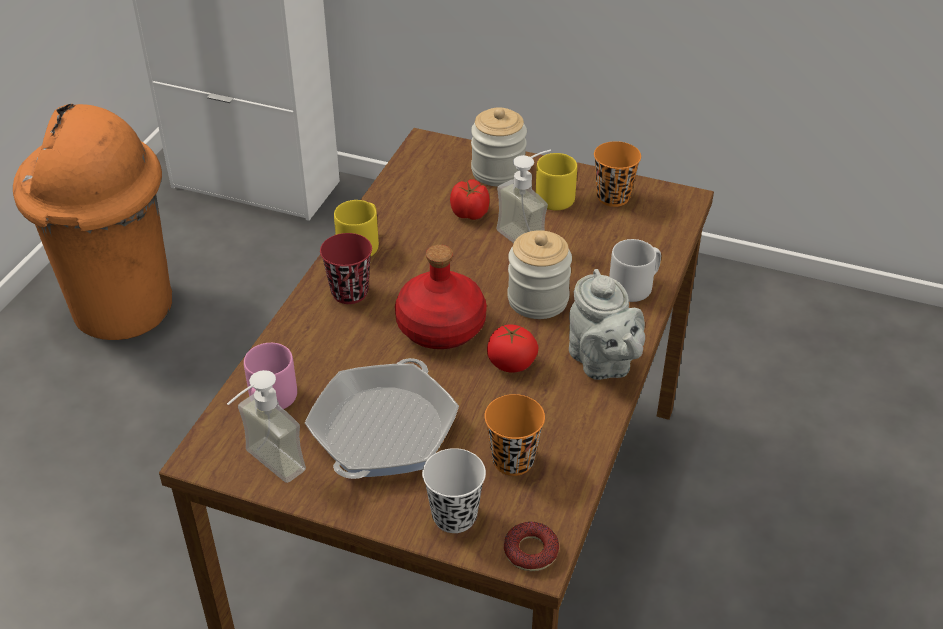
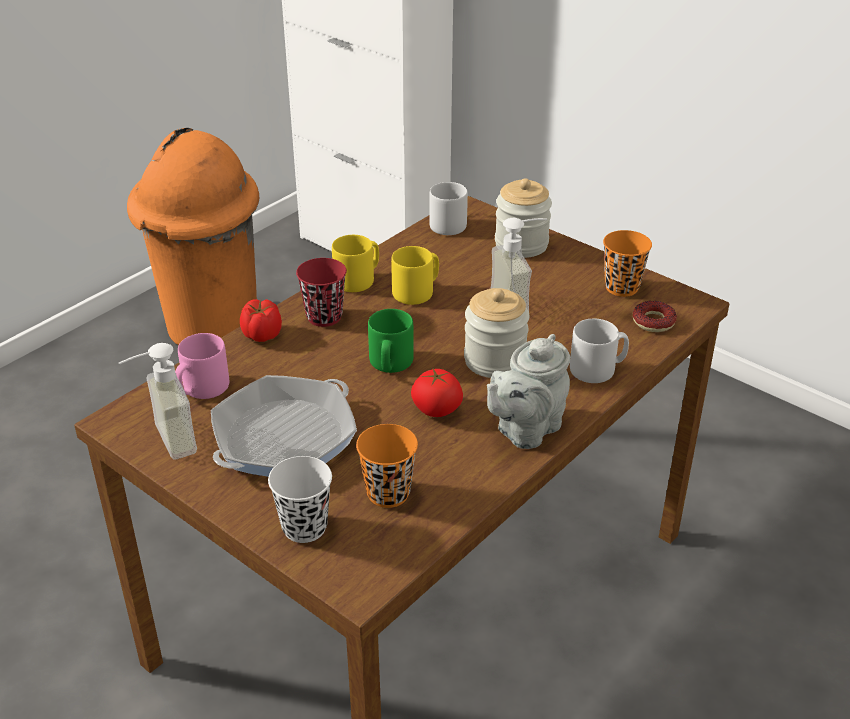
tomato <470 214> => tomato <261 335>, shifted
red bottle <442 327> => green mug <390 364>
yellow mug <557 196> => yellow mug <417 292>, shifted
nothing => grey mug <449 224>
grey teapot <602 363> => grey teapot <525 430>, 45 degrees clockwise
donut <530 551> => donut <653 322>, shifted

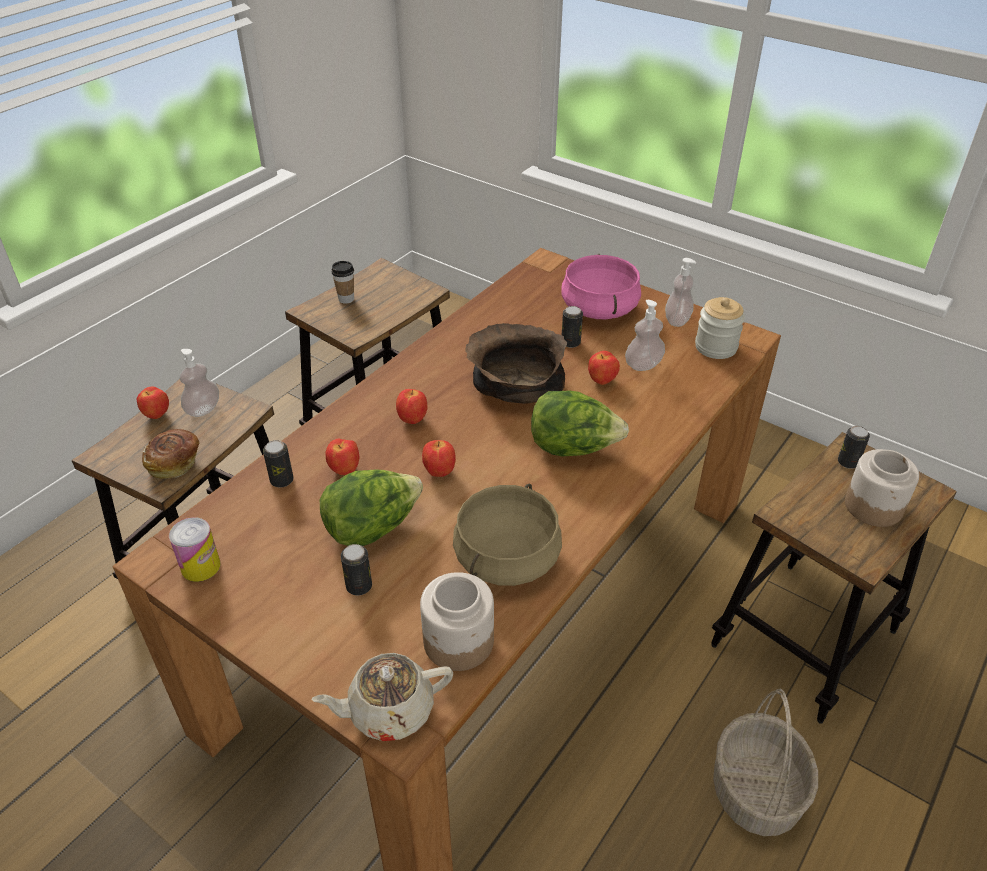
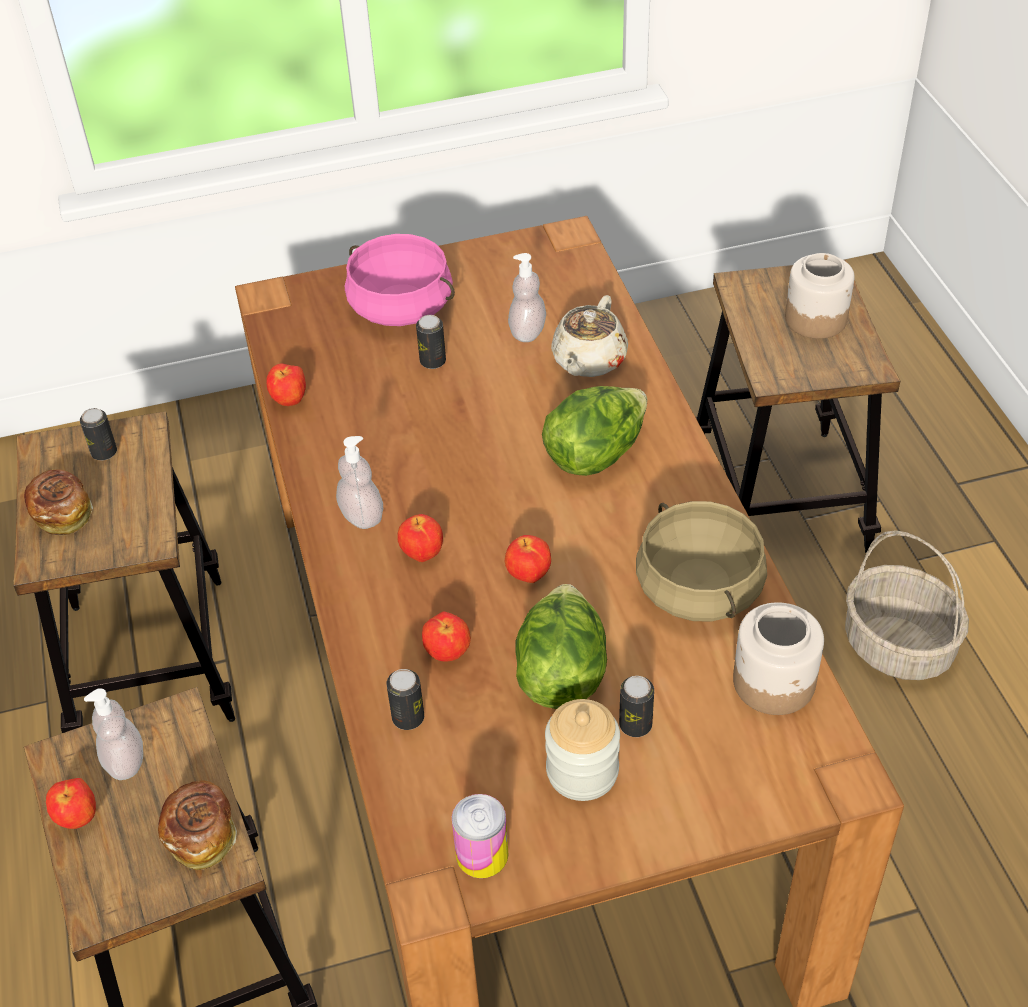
cup <346 299> => bread <62 513>
can <848 462> => can <104 452>, shifted
apple <602 381> => apple <290 401>, shifted
soap dispenser <677 320> => soap dispenser <362 516>, shifted
jar <715 347> => jar <582 771>, shifted
beige teapot <389 710> => beige teapot <588 361>, shifted
brown bowl <514 383> => nothing

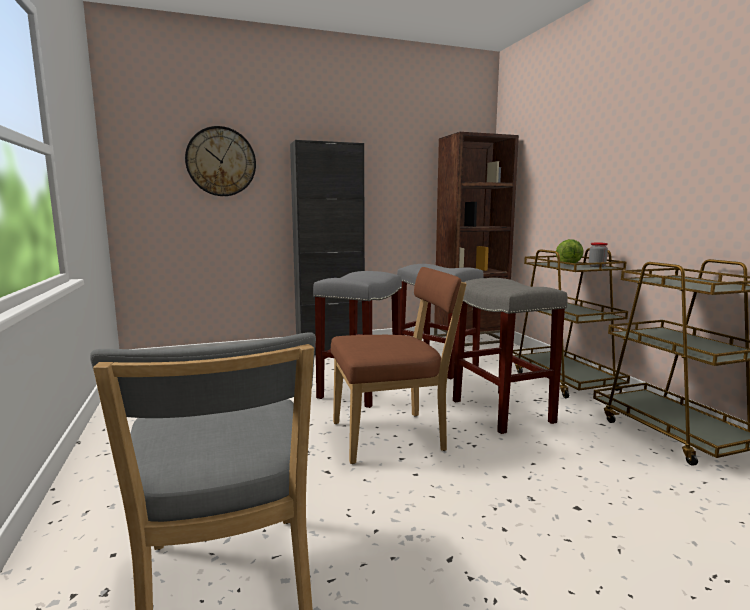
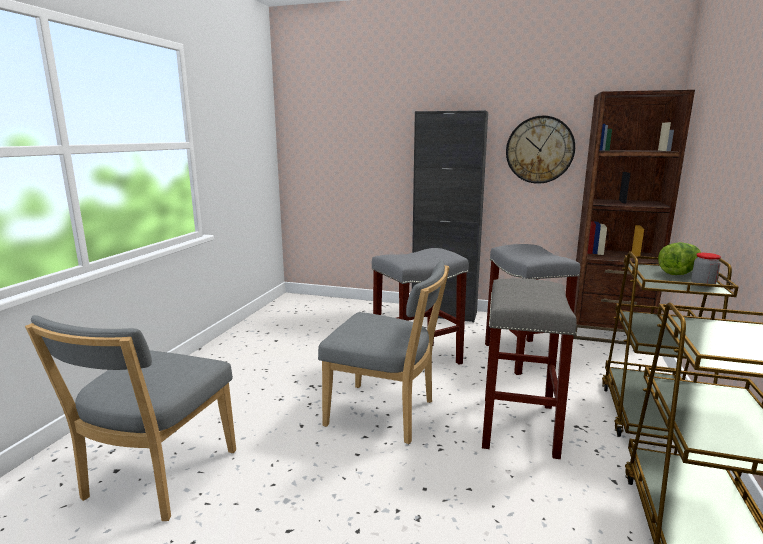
brown chair <393 436> => grey chair <385 414>
wall clock <221 161> => wall clock <539 150>, shifted

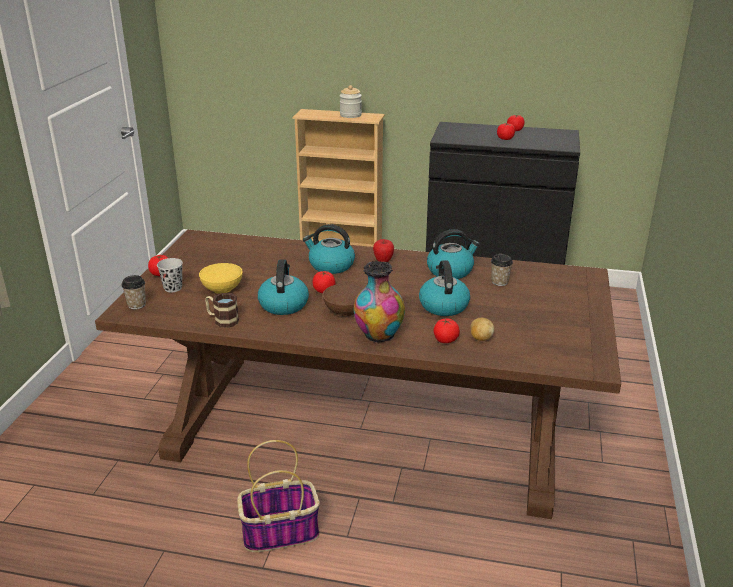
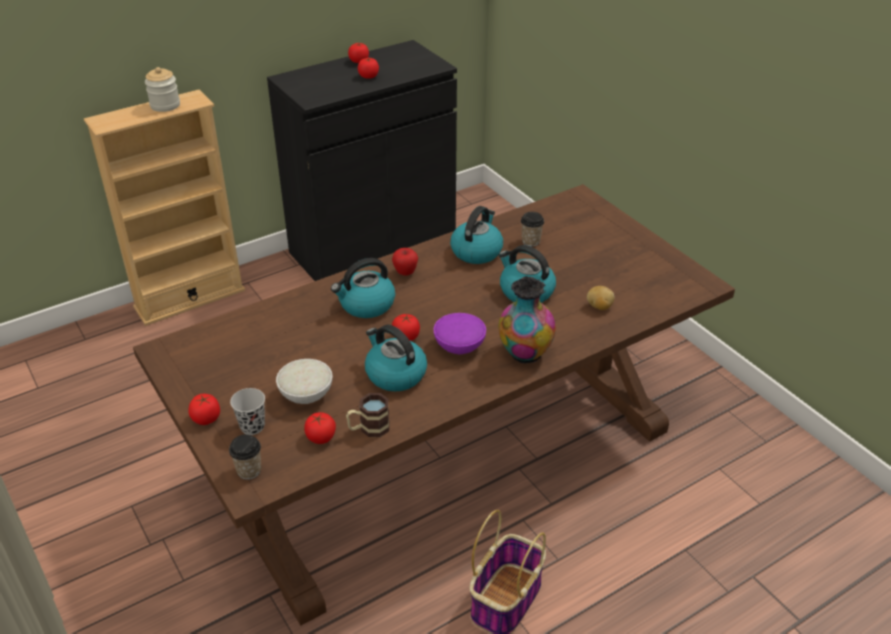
yellow bowl <223 289> => white bowl <307 394>
tomato <445 340> => tomato <321 437>, shifted
brown bowl <346 311> => purple bowl <460 346>

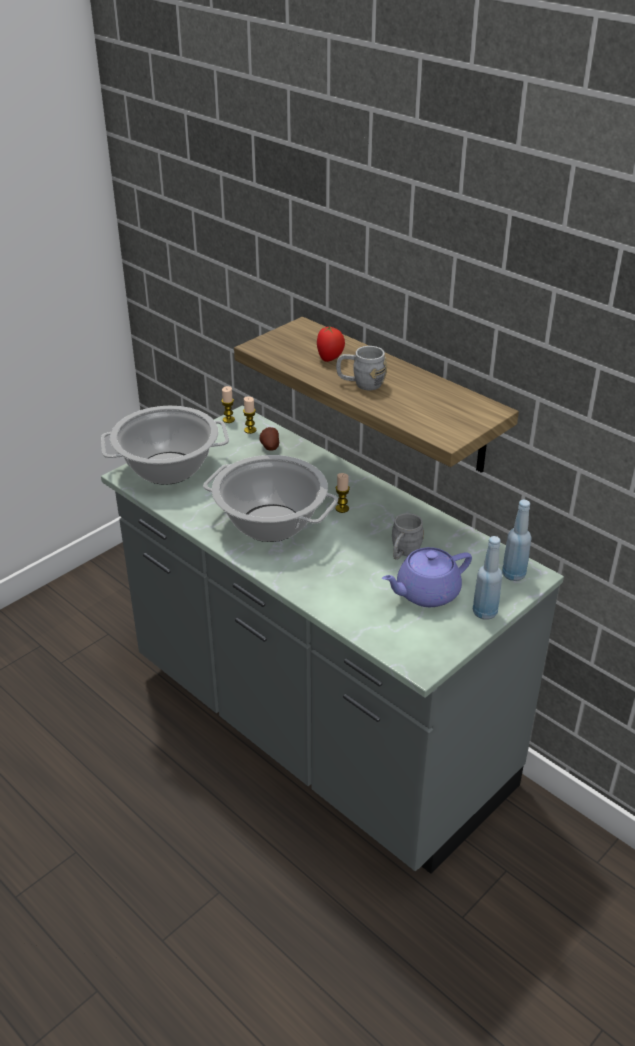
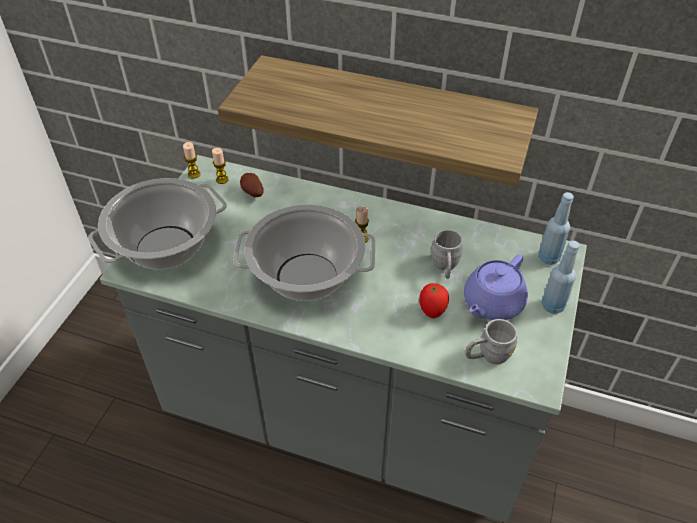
tomato <330 359> => tomato <432 311>, shifted
grey mug <361 384> => grey mug <487 356>, shifted

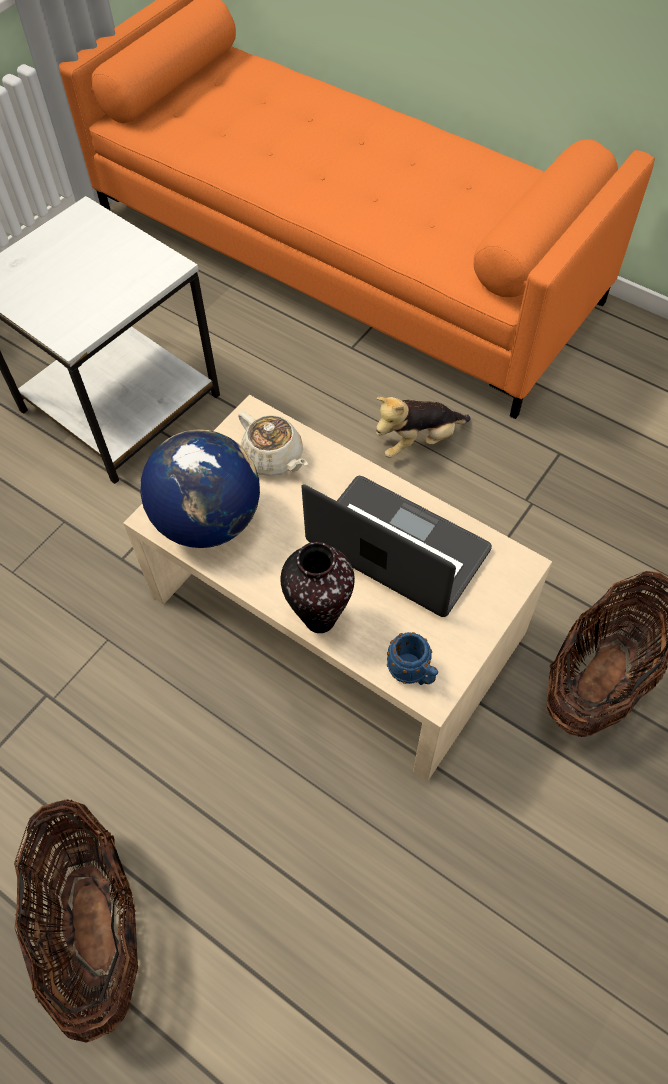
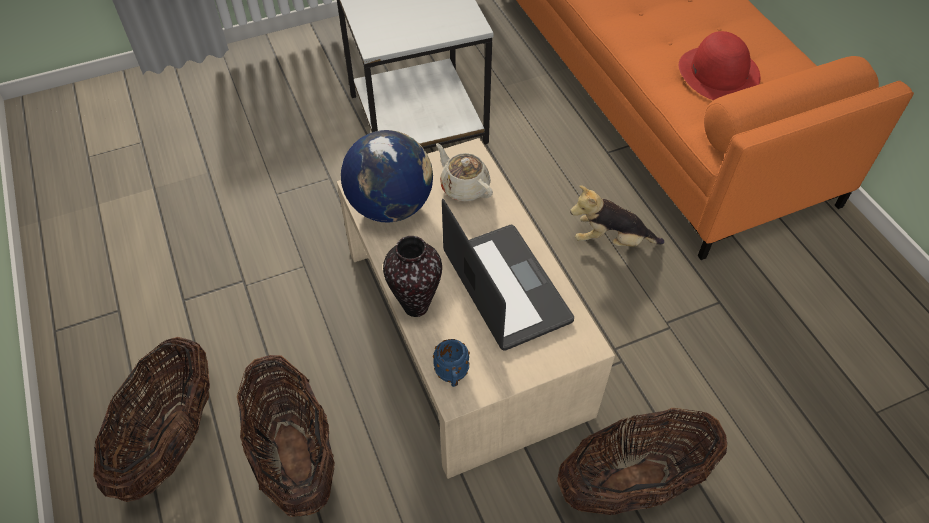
nothing => basket <295 456>
beige teapot <273 458> => beige teapot <464 187>, 150 degrees clockwise
nothing => red hat <718 74>

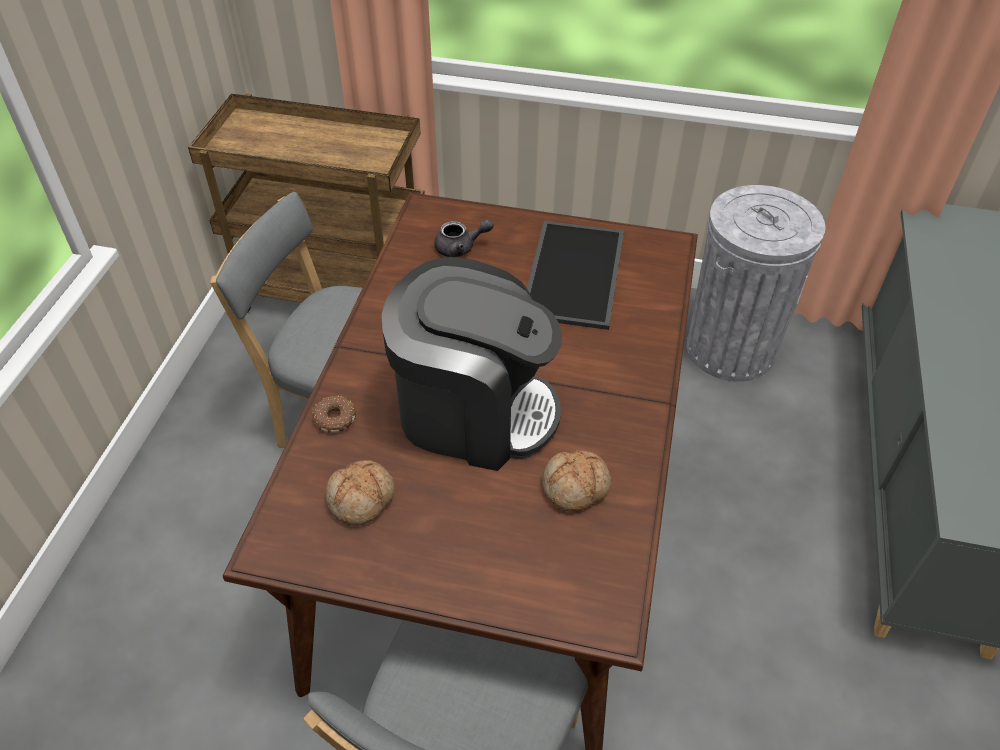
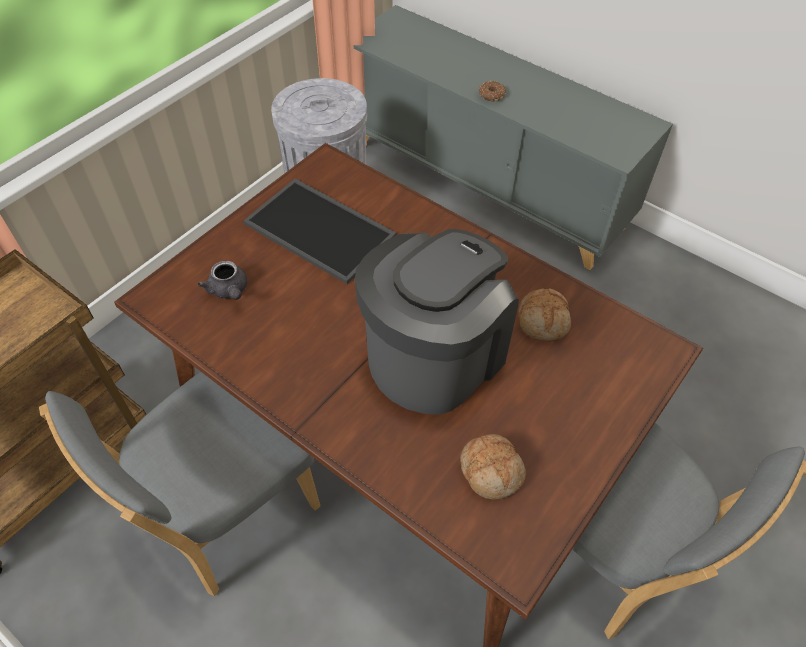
grey teapot <461 247> => grey teapot <229 291>, 135 degrees clockwise
donut <334 418> => donut <491 95>, shifted

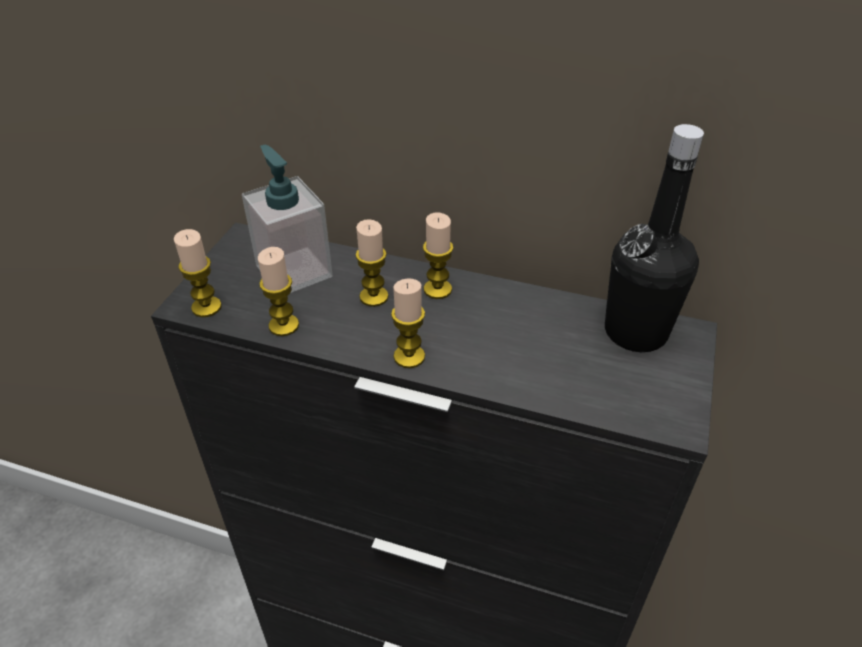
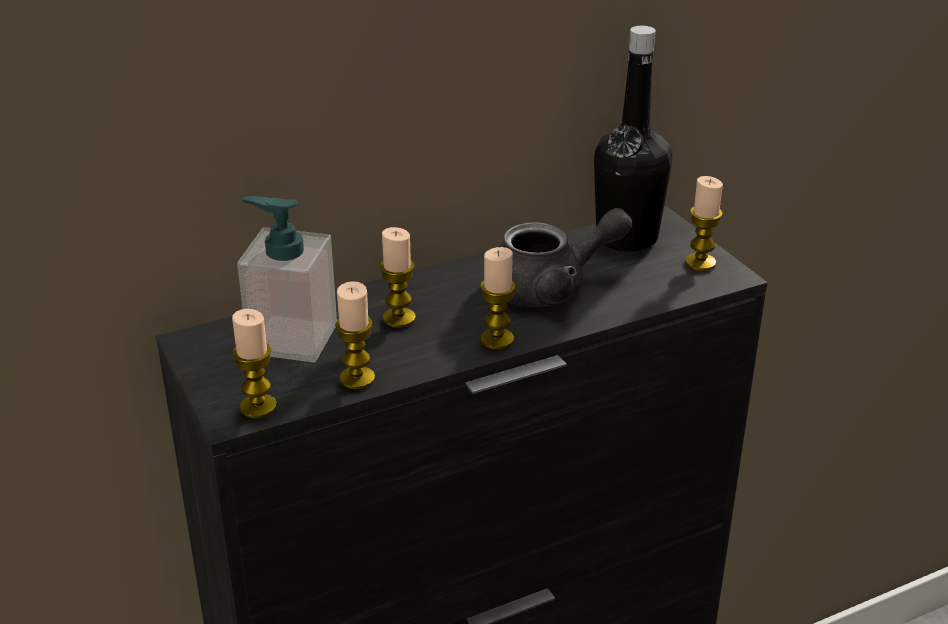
nothing => grey teapot <551 287>
candle <437 289> => candle <700 263>, shifted

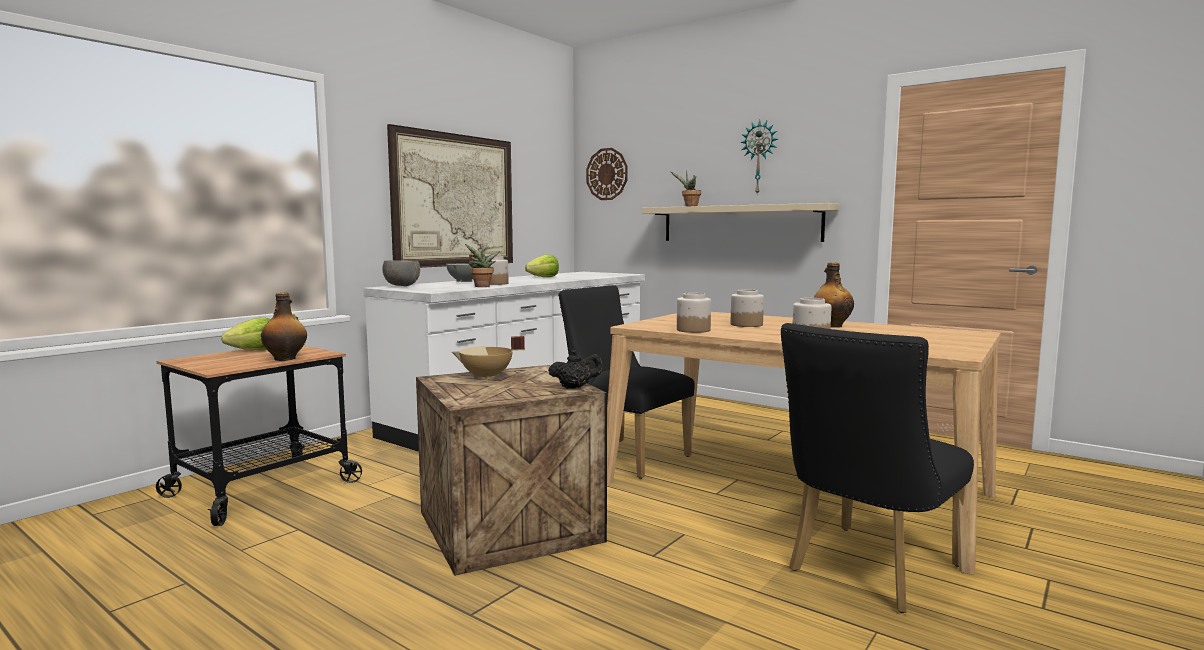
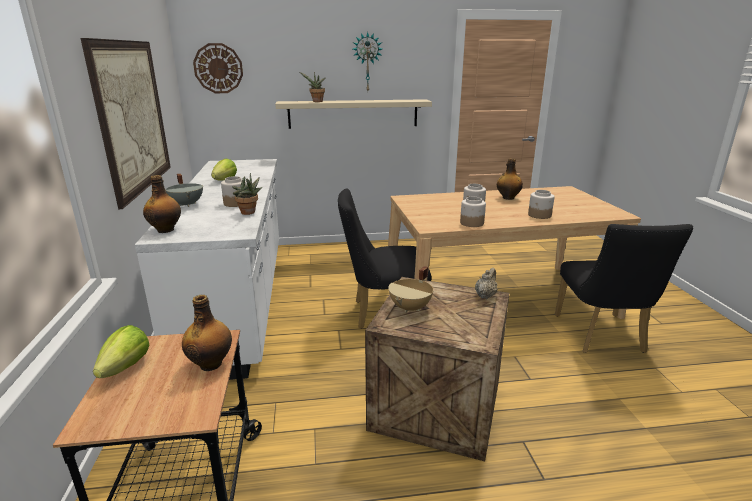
grey bowl <402 286> => bottle <166 230>
black teapot <575 387> => beige teapot <485 295>

